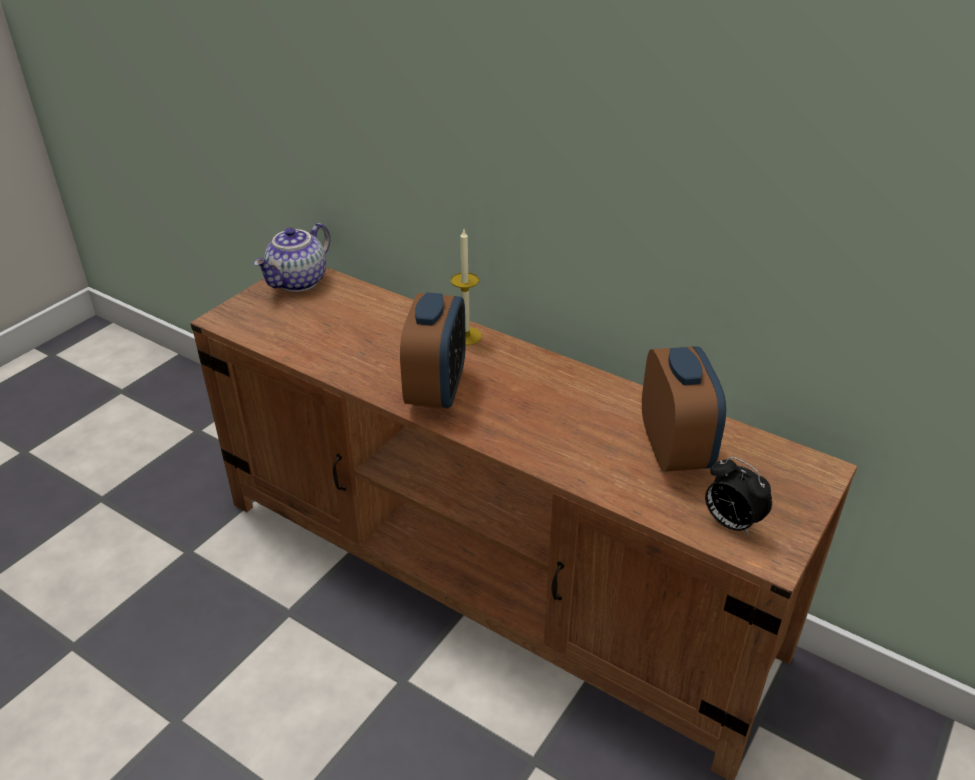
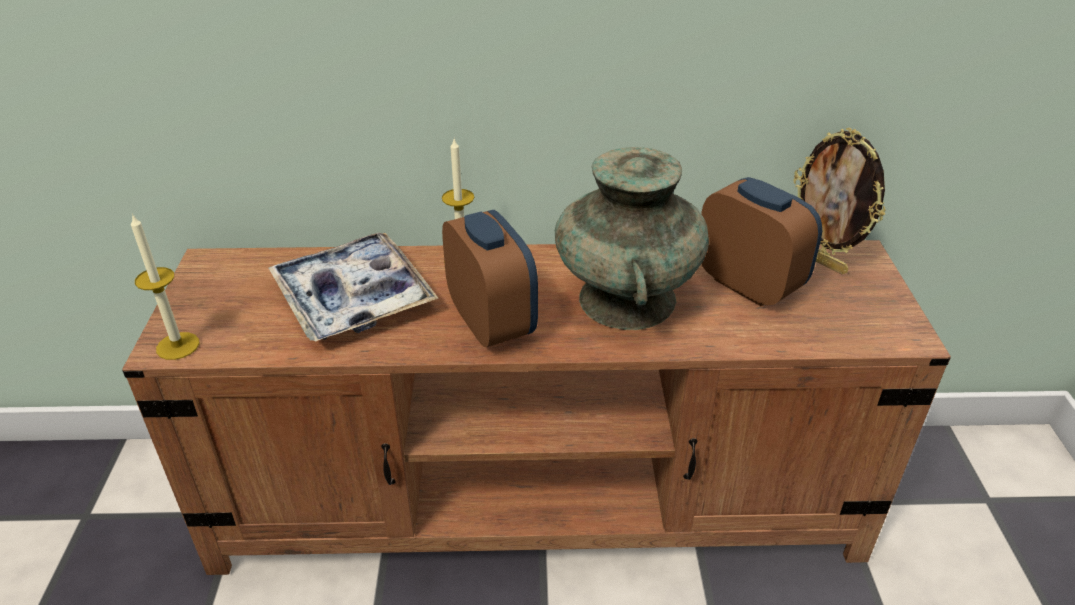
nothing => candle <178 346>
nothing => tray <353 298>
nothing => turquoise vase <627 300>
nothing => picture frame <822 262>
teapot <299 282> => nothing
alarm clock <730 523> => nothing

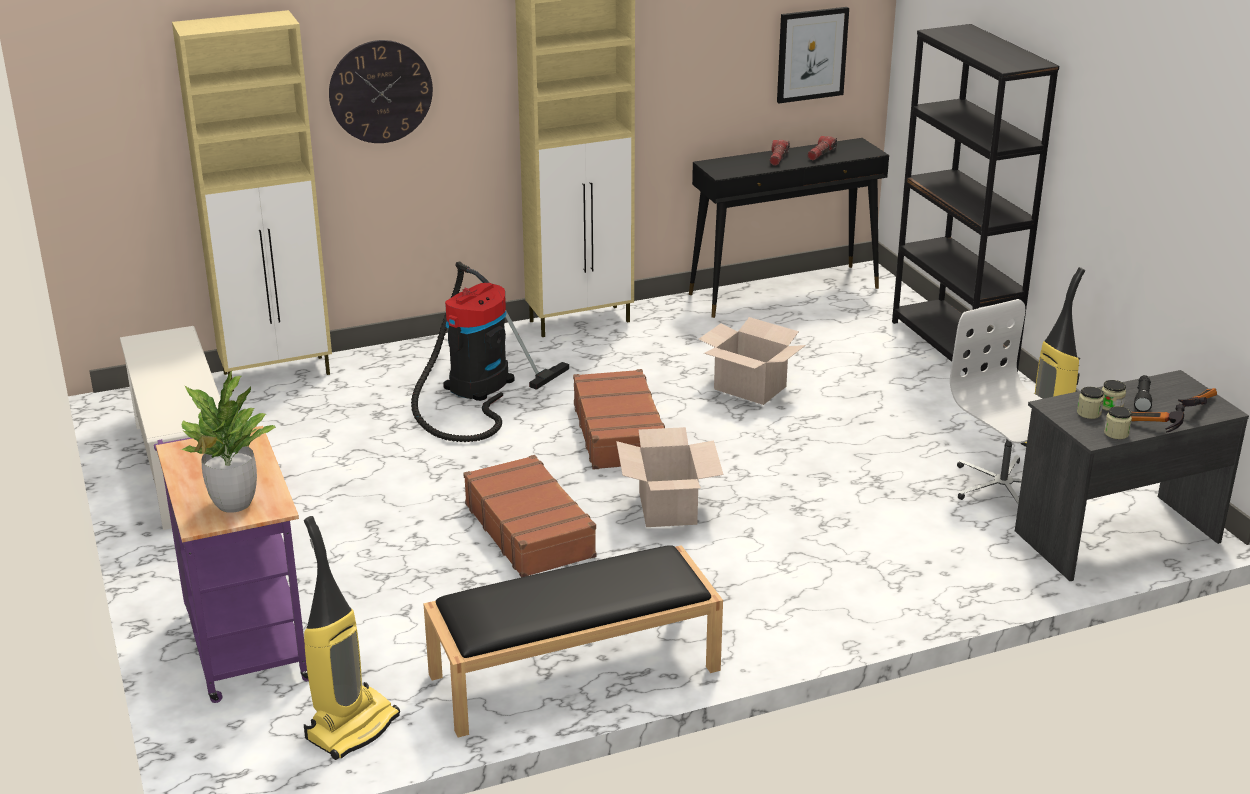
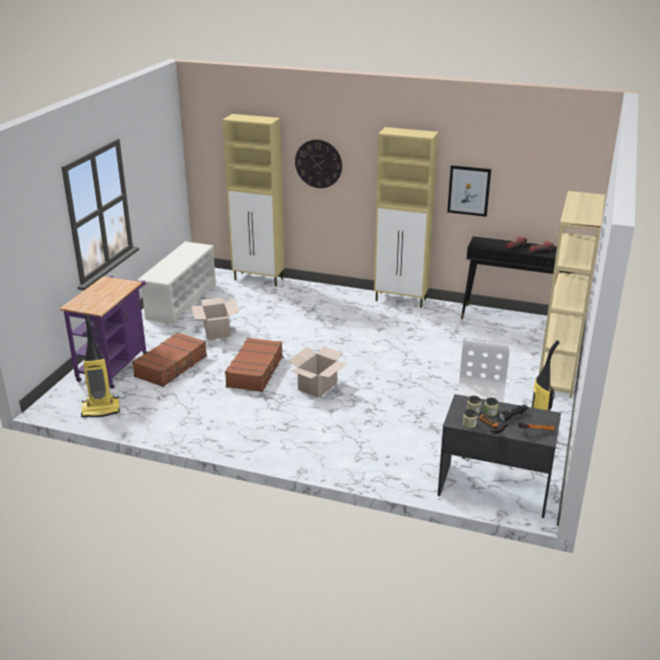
brown suitcase <619 433> => brown suitcase <172 366>, shifted
cardboard box <750 388> => cardboard box <217 331>, shifted
picture <811 54> => picture <469 190>, shifted
black bookcase <953 346> => beige bookcase <557 374>
potted plant <233 504> => nothing
vacuum cleaner <475 388> => nothing
black bench <573 673> => nothing

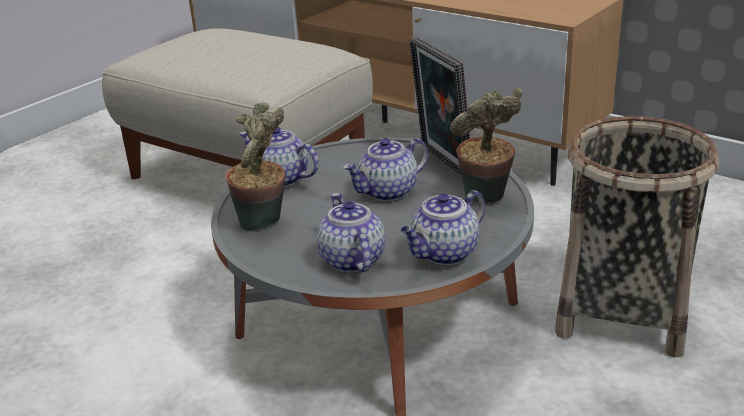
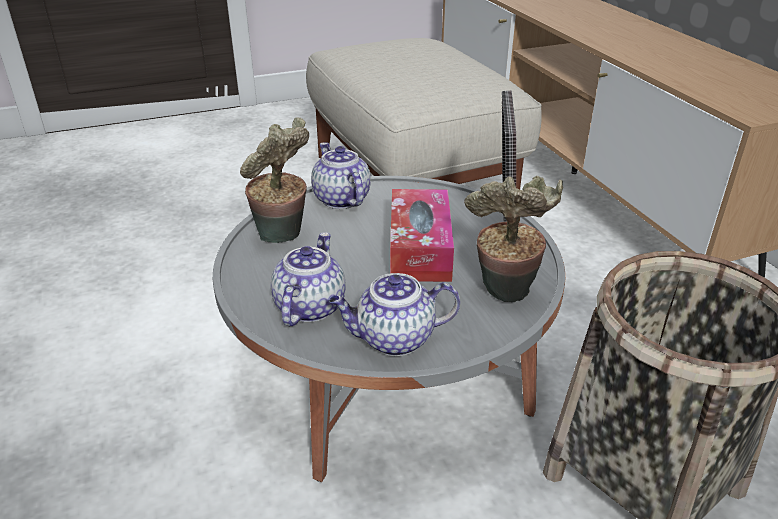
teapot <388 192> => tissue box <420 249>

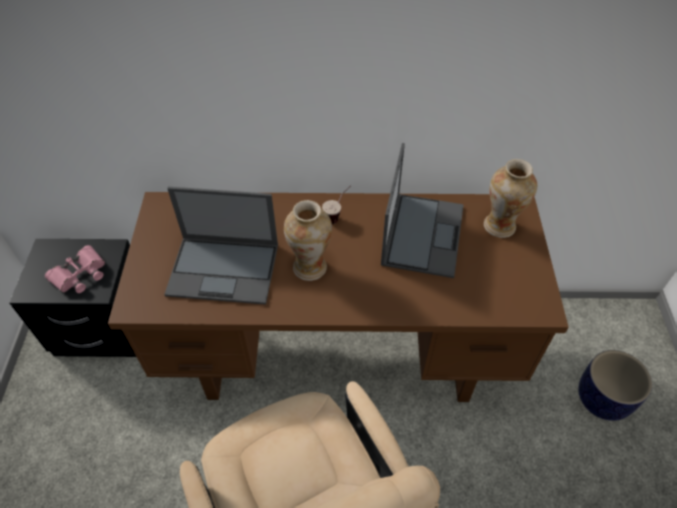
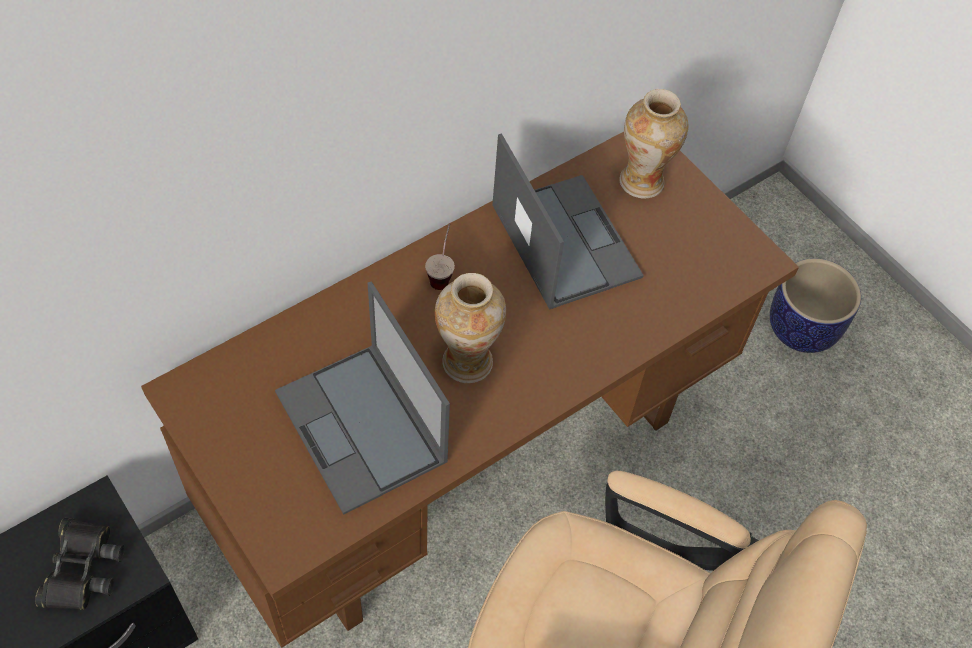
pink binoculars <79 274> => black binoculars <82 568>
laptop <225 269> => laptop <362 428>, 90 degrees clockwise

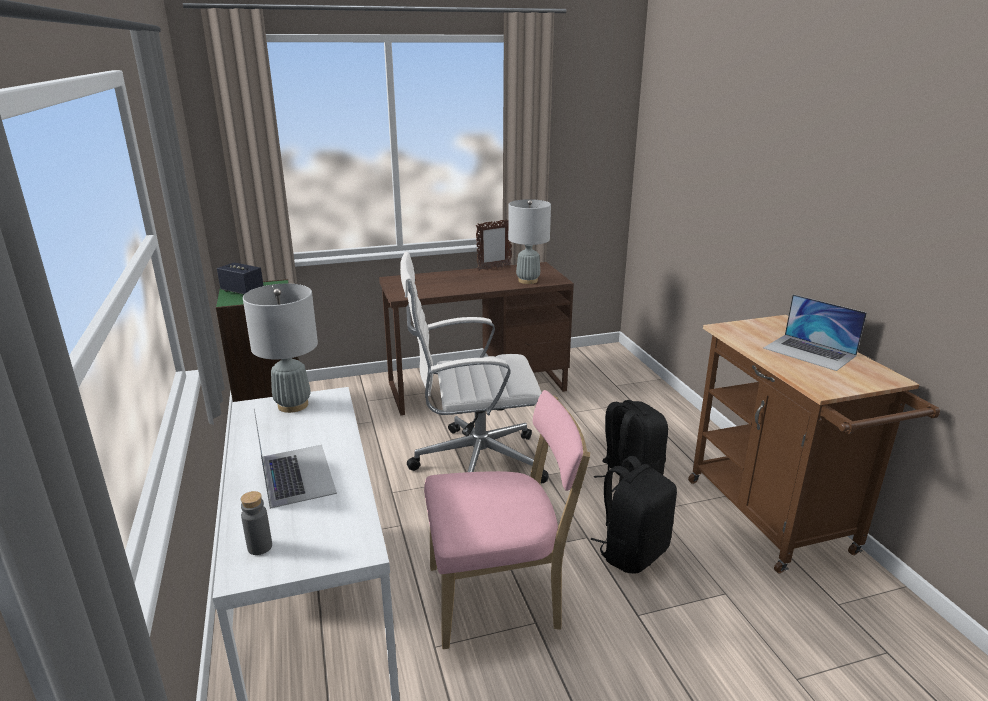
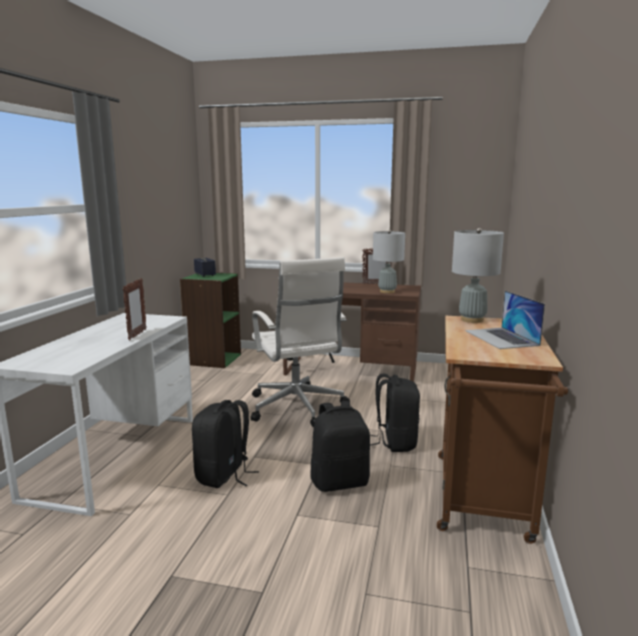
nothing => picture frame <137 335>
pink chair <500 597> => black backpack <224 475>
white office chair <474 463> => white office chair <297 408>, 135 degrees counterclockwise
grey table lamp <292 405> => grey table lamp <471 320>, shifted
grey bottle <260 547> => nothing
laptop <297 474> => nothing

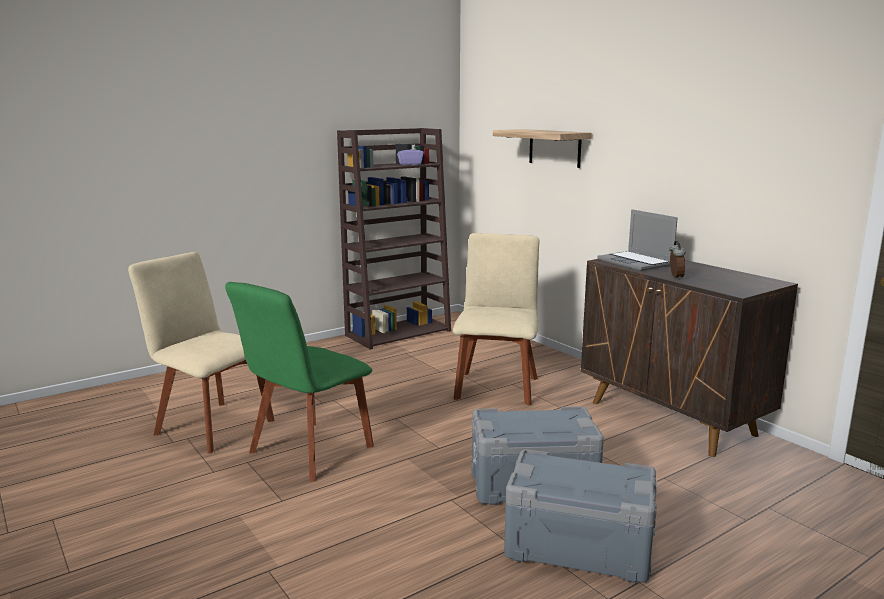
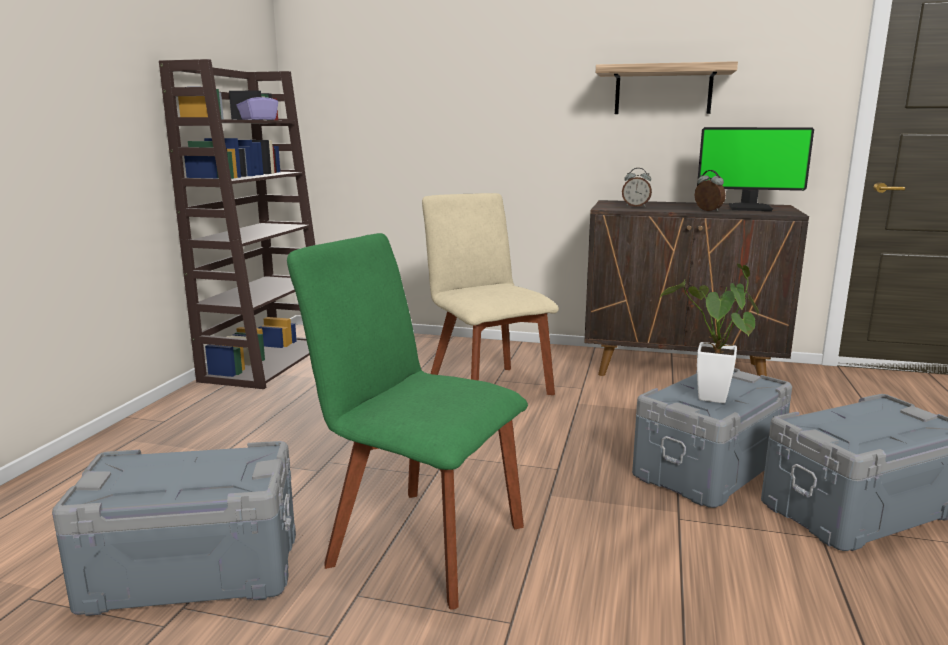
beige chair <211 425> => grey storage box <193 569>
green chair <307 452> => green chair <419 541>, 120 degrees clockwise
shelf <554 148> => shelf <663 90>, shifted
laptop <636 263> => alarm clock <636 206>
nothing => potted plant <711 400>
nothing => monitor <750 208>

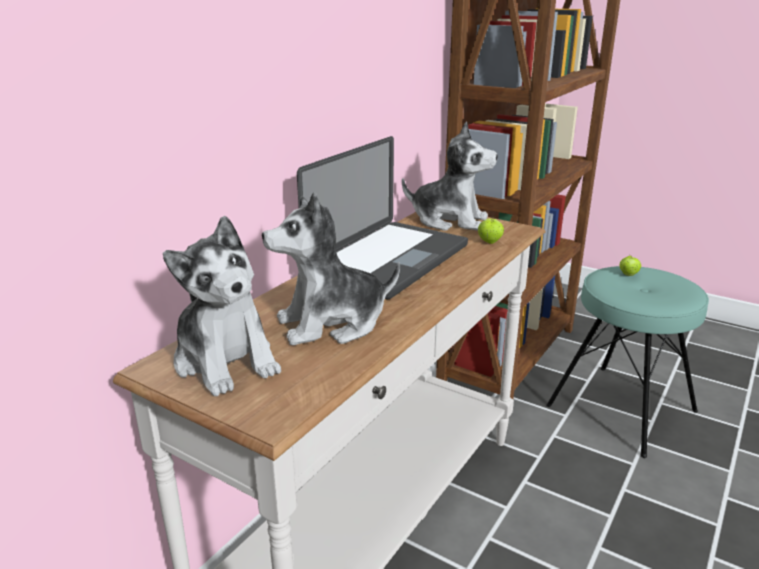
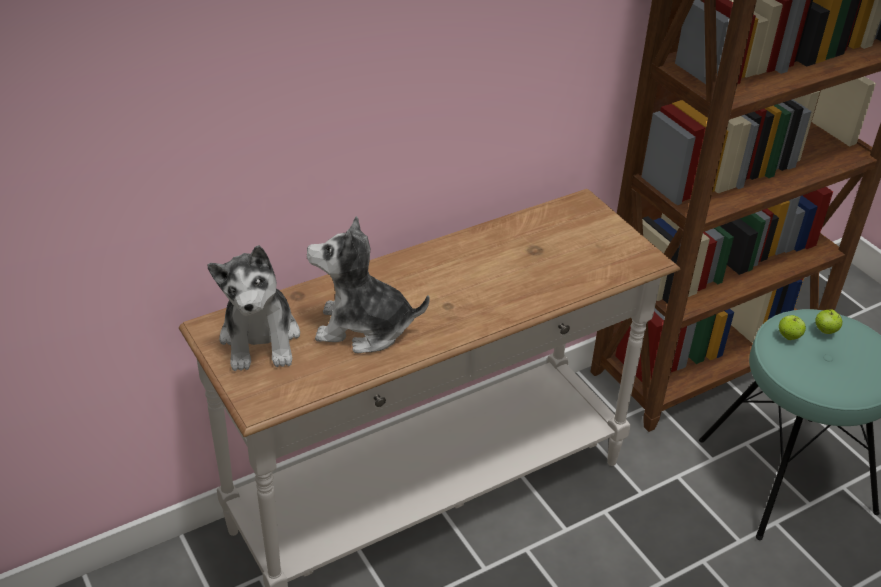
apple <489 242> => apple <789 336>, shifted
laptop <389 260> => nothing
plush toy <449 220> => nothing

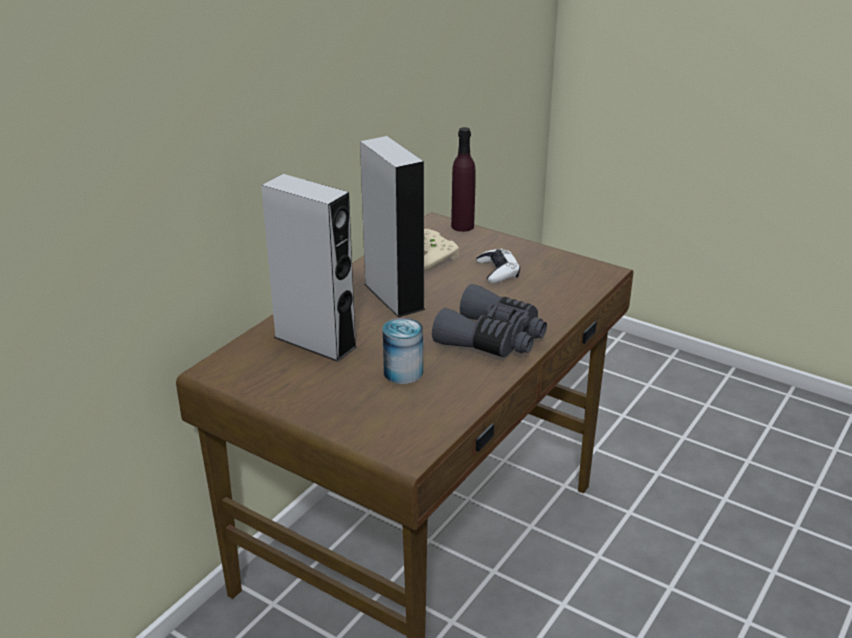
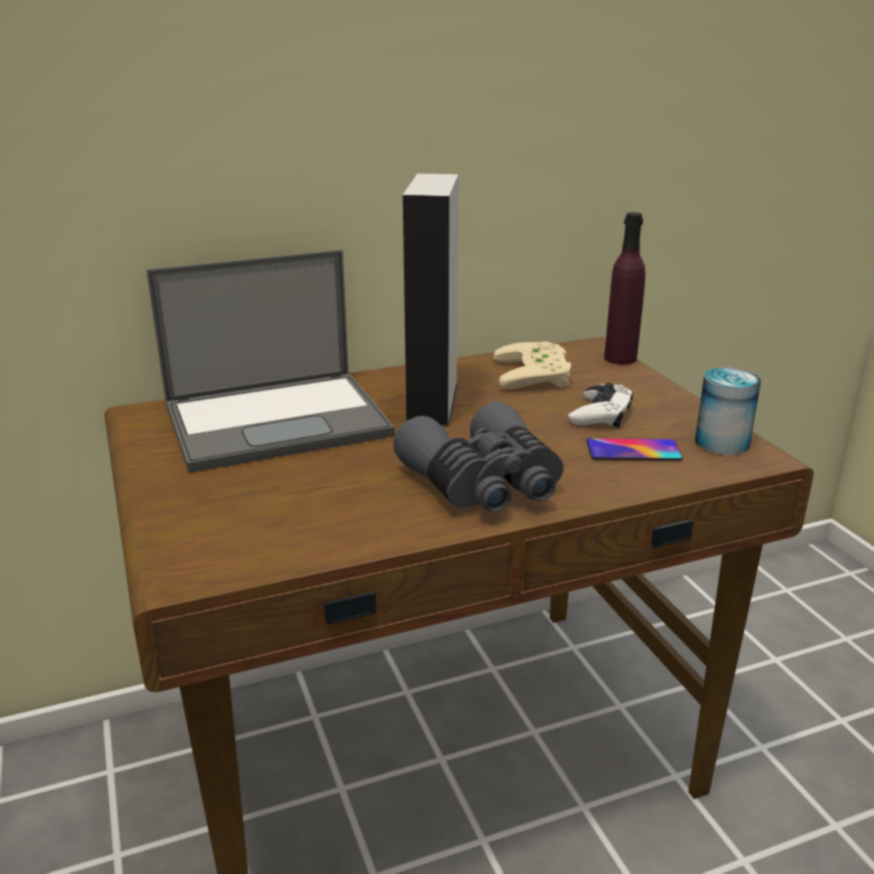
grey speaker <315 342> => laptop <279 420>
nothing => phone <633 451>
can <403 372> => can <722 442>, shifted

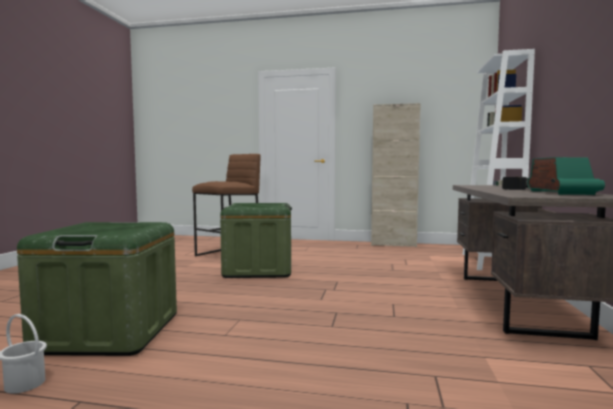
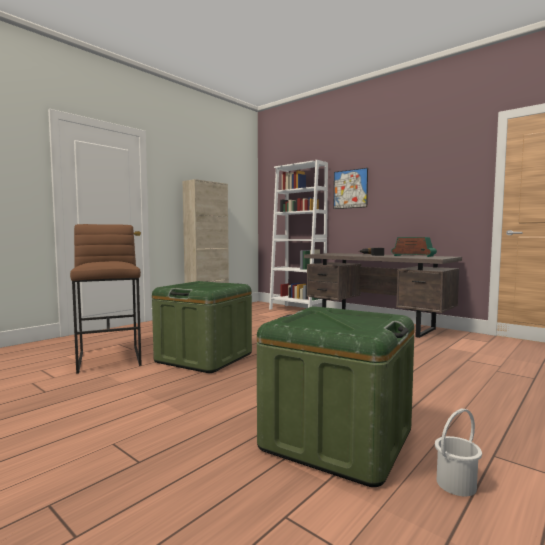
nothing => picture <350 189>

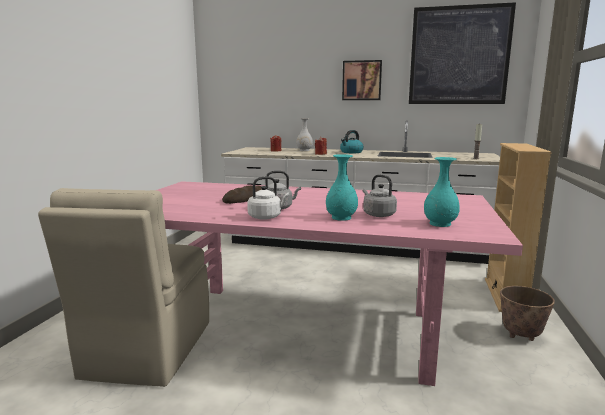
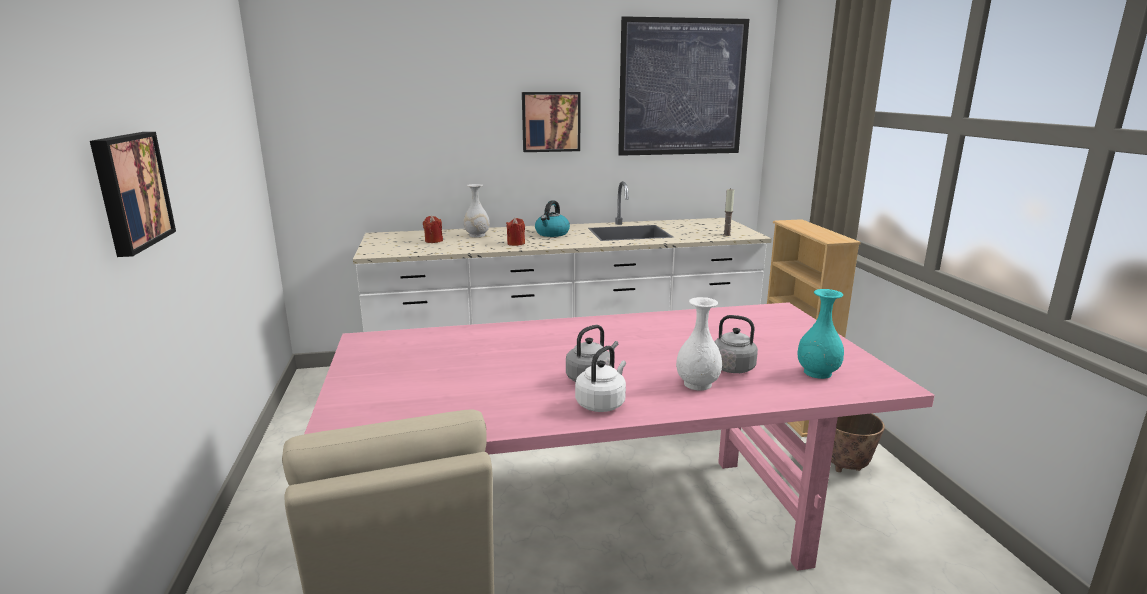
nothing => picture <130 191>
turquoise vase <341 218> => white vase <698 384>
bread <245 199> => nothing

